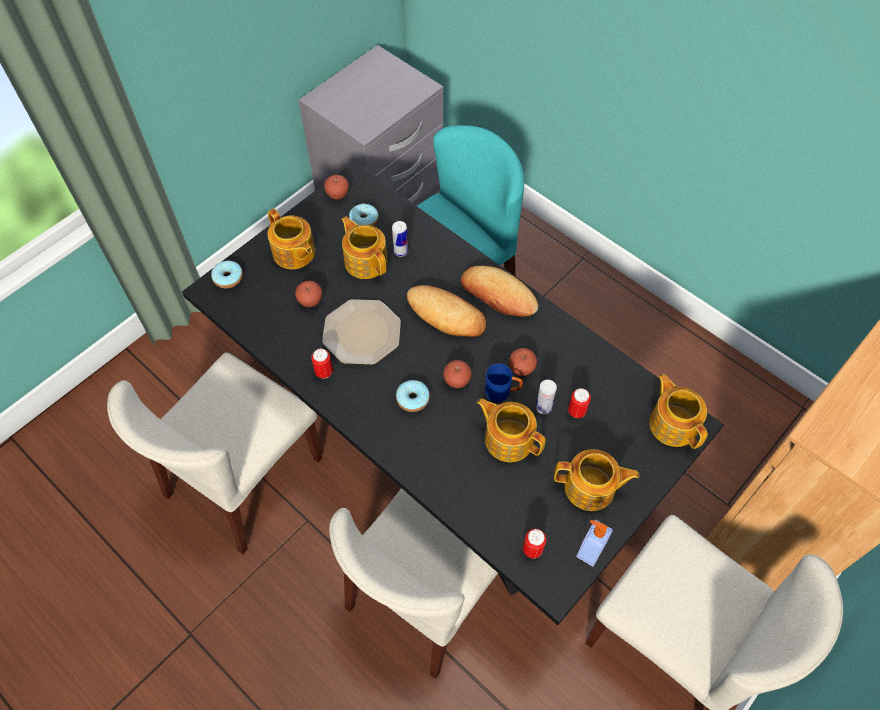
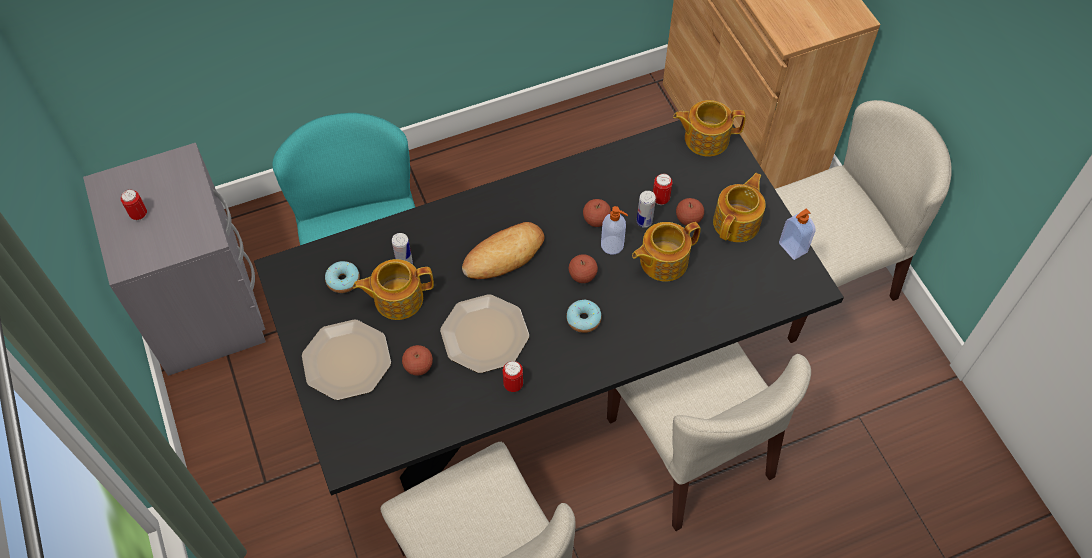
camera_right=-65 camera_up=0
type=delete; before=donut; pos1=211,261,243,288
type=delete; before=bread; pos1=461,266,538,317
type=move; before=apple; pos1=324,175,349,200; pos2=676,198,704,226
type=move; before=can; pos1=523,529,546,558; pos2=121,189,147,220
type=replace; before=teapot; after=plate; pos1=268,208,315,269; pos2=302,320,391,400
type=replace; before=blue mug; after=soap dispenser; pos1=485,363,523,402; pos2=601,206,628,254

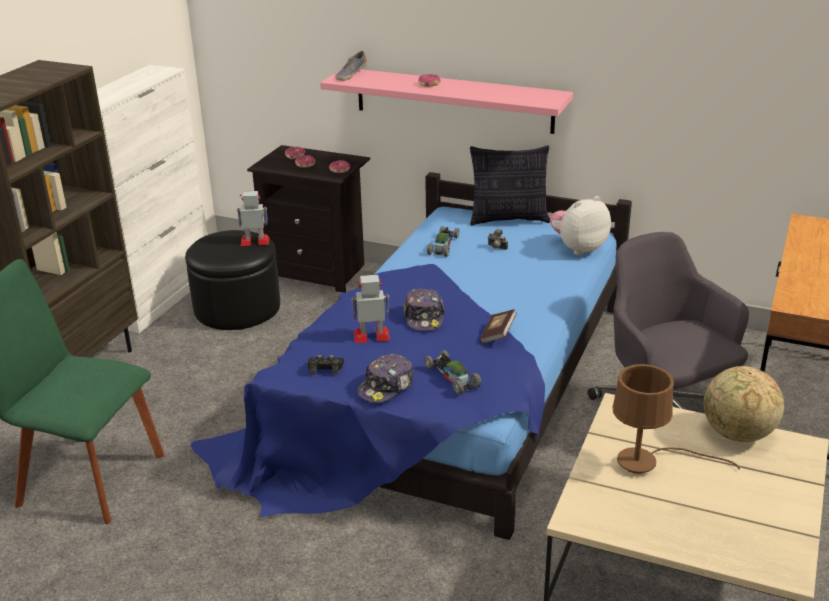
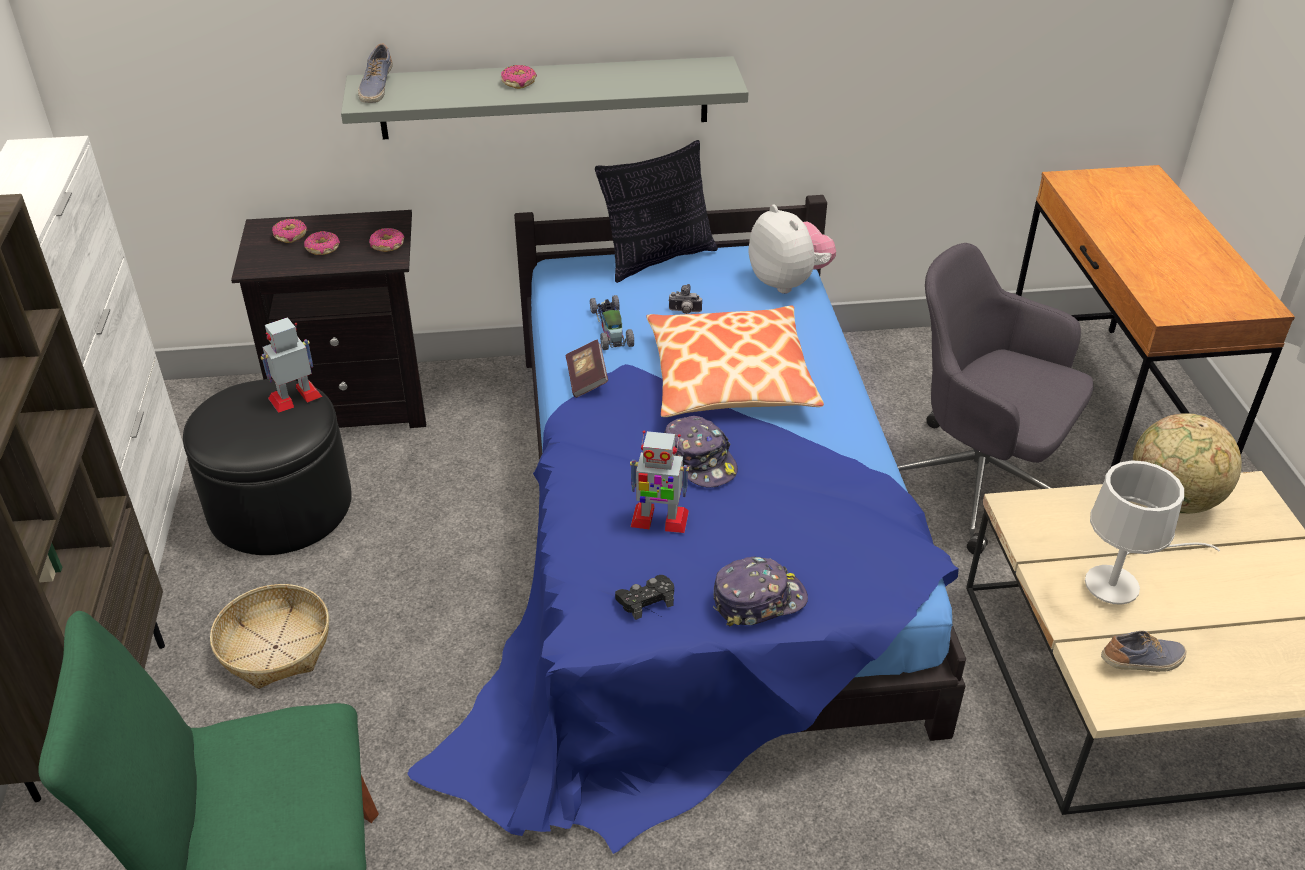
camera_right=-30 camera_up=10
type=delete; before=toy car; pos1=424,350,482,395
type=insert; after=basket; pos2=210,584,329,689
type=insert; after=pillow; pos2=646,305,824,417
type=insert; after=shoe; pos2=1101,631,1186,672
type=move; before=book; pos1=480,309,517,343; pos2=566,339,608,398
type=recolor; before=pink shelf; after=grey shelf; pos1=320,69,573,134; pos2=341,56,749,139
type=recolor; before=brown table lamp; after=white table lamp; pos1=613,364,740,474; pos2=1085,460,1220,605
type=rotate; before=toy robot; pos1=352,275,390,343; pos2=630,431,689,533; turn=-135
type=rotate; before=cap; pos1=357,354,414,403; pos2=713,556,808,626; turn=-120
type=rotate; before=plush toy; pos1=550,196,611,255; pos2=749,204,836,294; turn=120

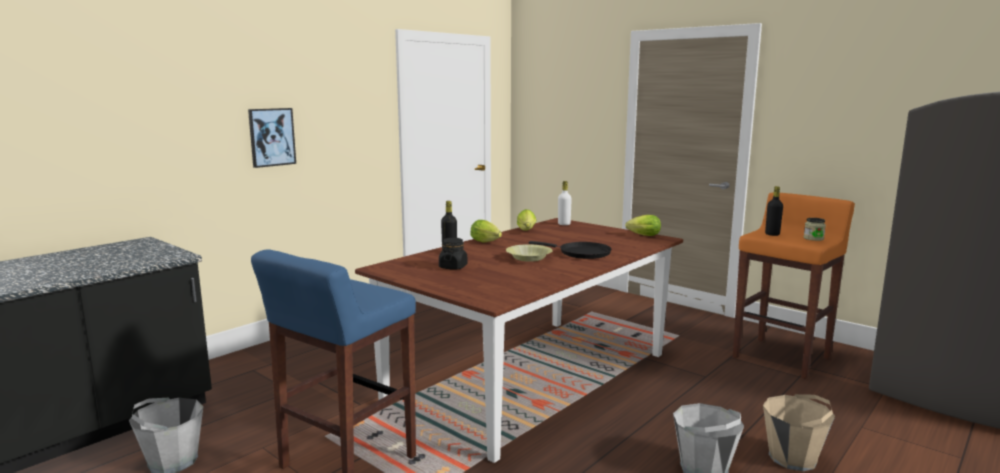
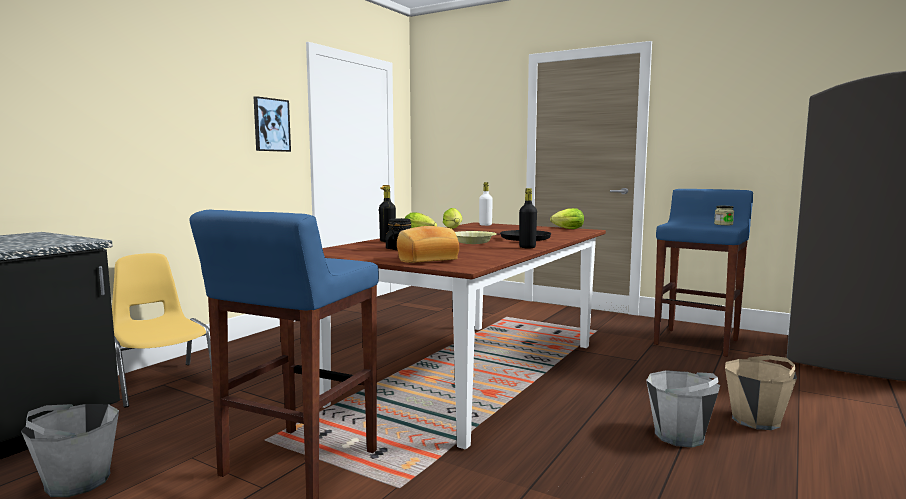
camera_right=-10 camera_up=-5
type=insert; after=yellow chair; pos2=112,253,212,408
type=insert; after=bread; pos2=397,226,459,263
type=move; before=picture; pos1=248,108,296,168; pos2=254,96,291,152
type=move; before=black bottle; pos1=765,186,783,236; pos2=519,188,537,248
type=recolor; before=orange stool; after=blue stool; pos1=733,192,855,379; pos2=654,189,753,357

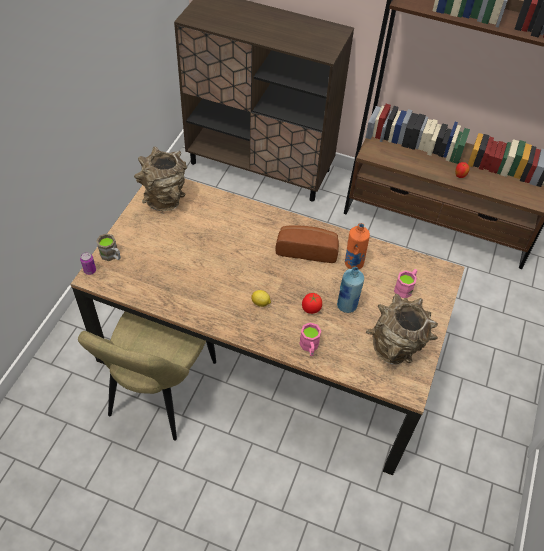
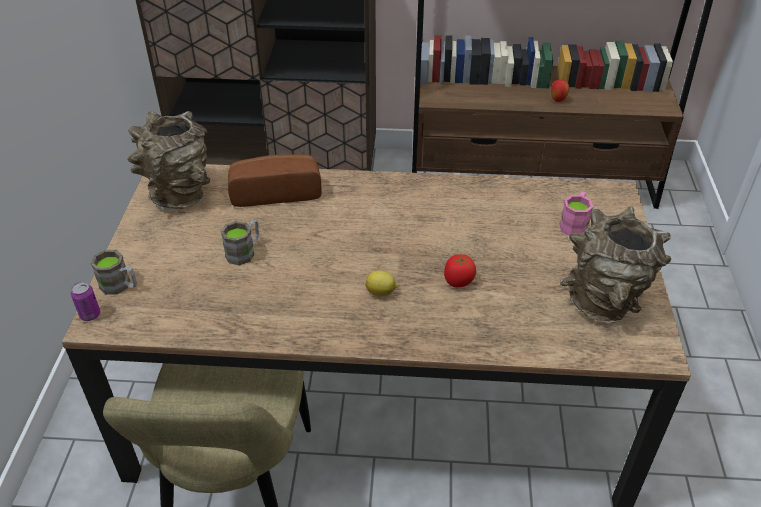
camera_right=-15 camera_up=-10
type=delete; before=pink mug; pos1=299,323,321,356
type=delete; before=blue bottle; pos1=337,267,364,313
type=delete; before=orange bottle; pos1=345,223,370,269
type=insert; after=brown mug; pos2=221,220,259,266
type=move; before=bread; pos1=275,225,339,263; pos2=228,154,321,207

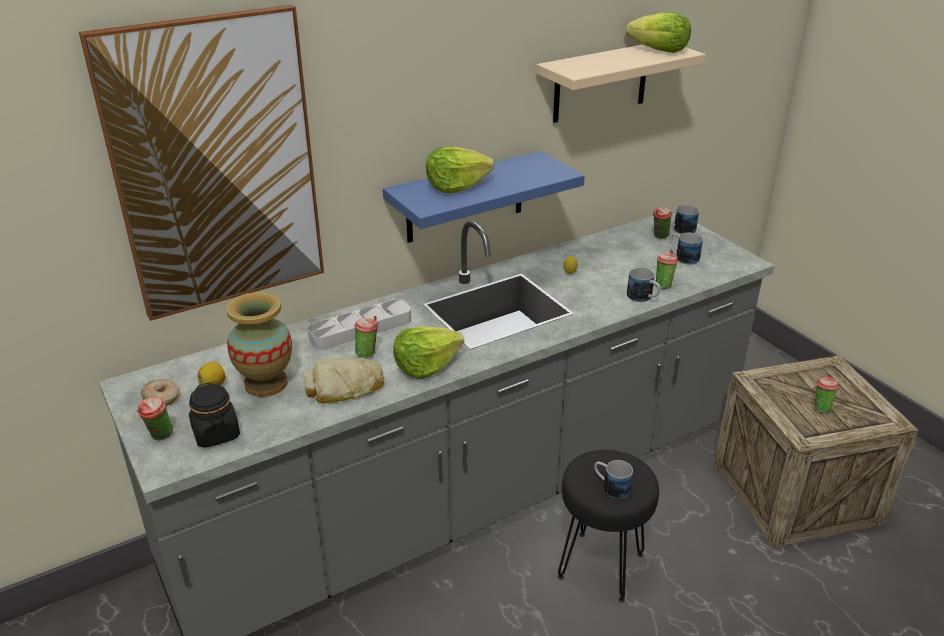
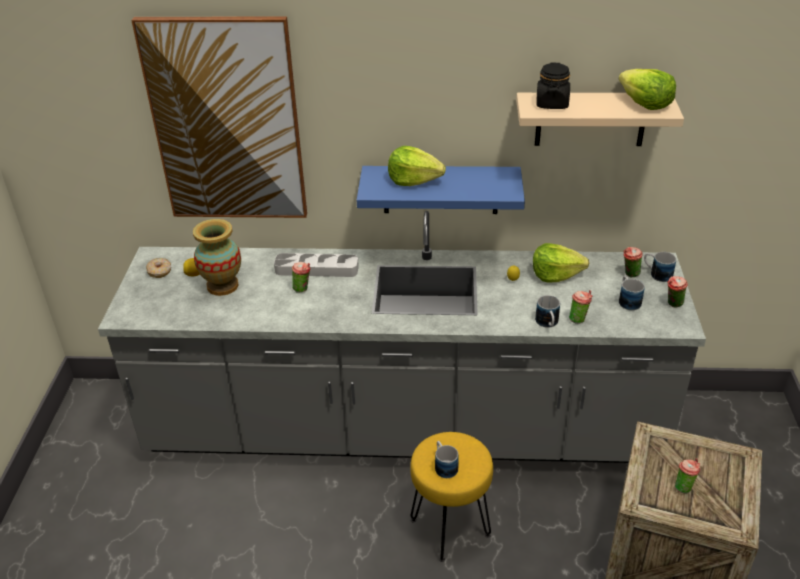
camera_right=35 camera_up=5
type=delete; before=bread; pos1=303,358,384,403
type=move; before=cup; pos1=137,397,173,441; pos2=667,276,688,308
type=move; before=black jar; pos1=189,382,240,448; pos2=536,62,570,109
type=move; before=lettuce; pos1=393,326,464,379; pos2=533,243,589,283
type=recolor; before=black stool; after=yellow stool; pos1=558,450,659,602; pos2=410,432,493,562

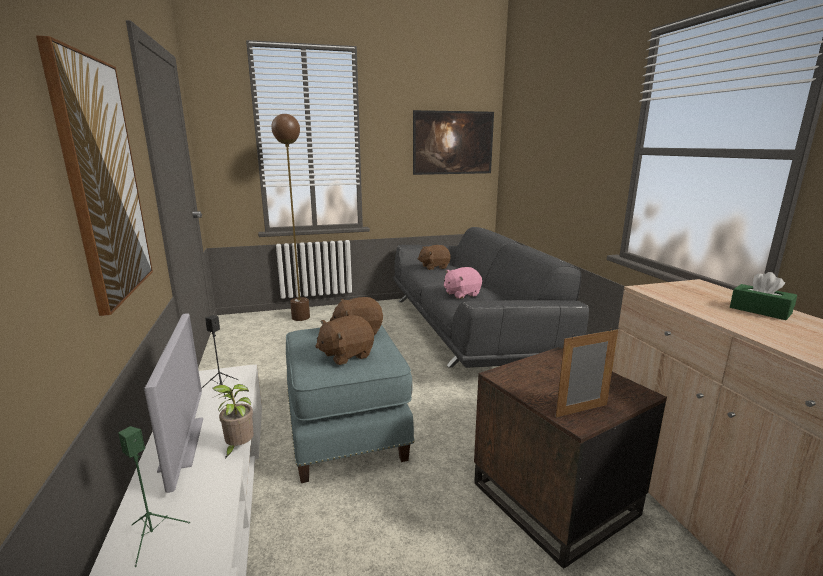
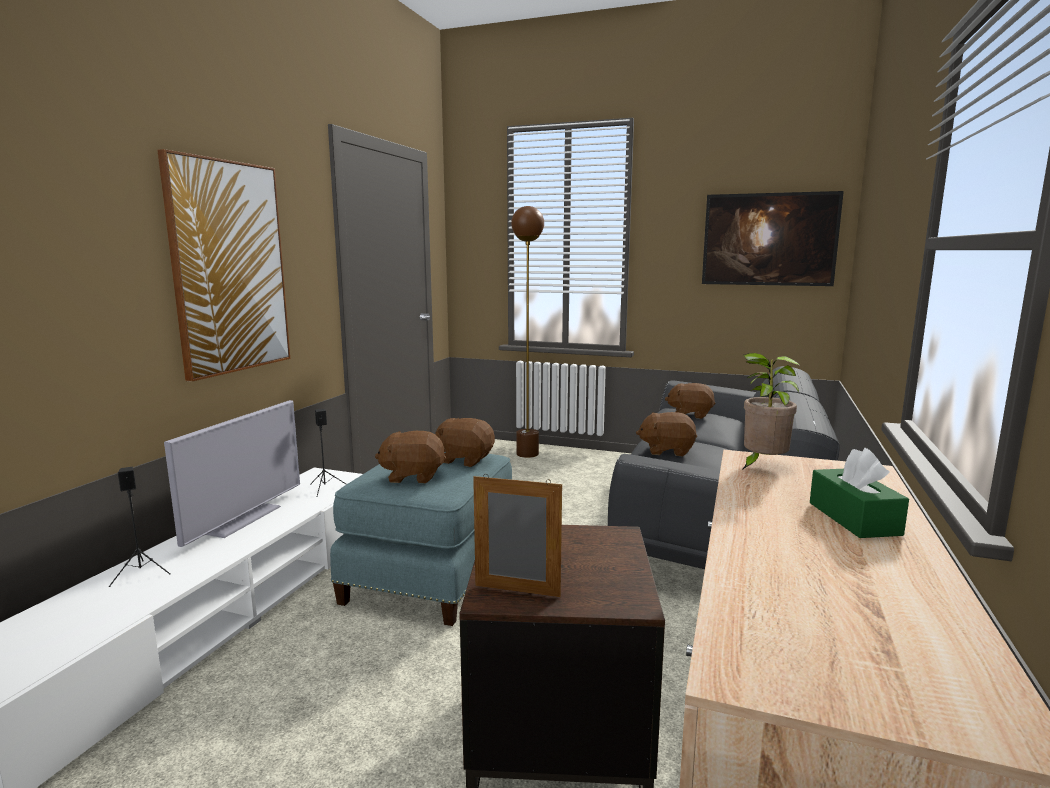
camera_right=35 camera_up=-5
type=move; before=potted plant; pos1=212,384,254,458; pos2=742,353,799,470
type=recolor; before=green speaker; after=black speaker; pos1=118,426,190,567; pos2=109,467,171,587
type=recolor; before=pink plush toy; after=brown plush toy; pos1=444,267,482,299; pos2=636,412,697,456

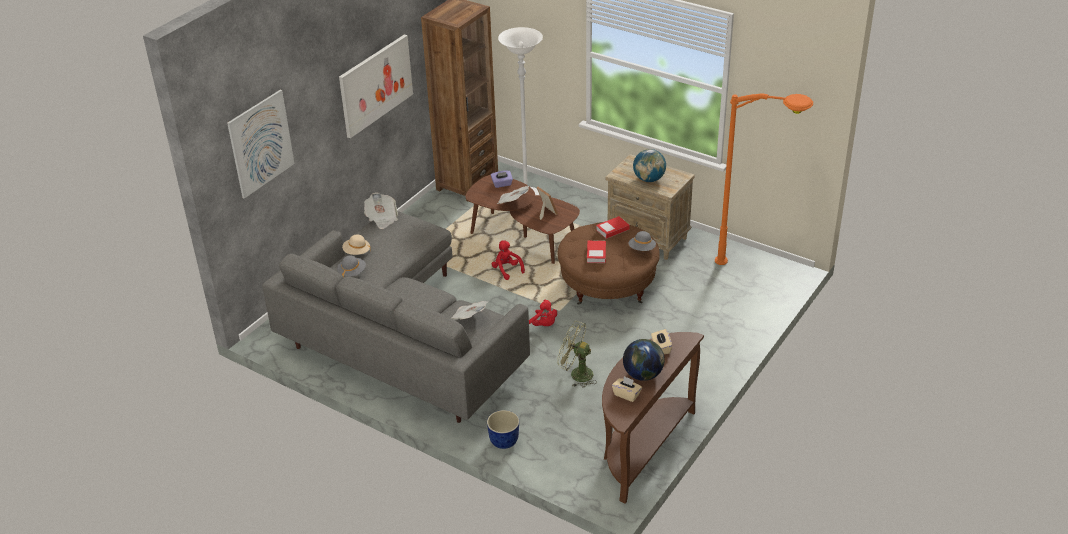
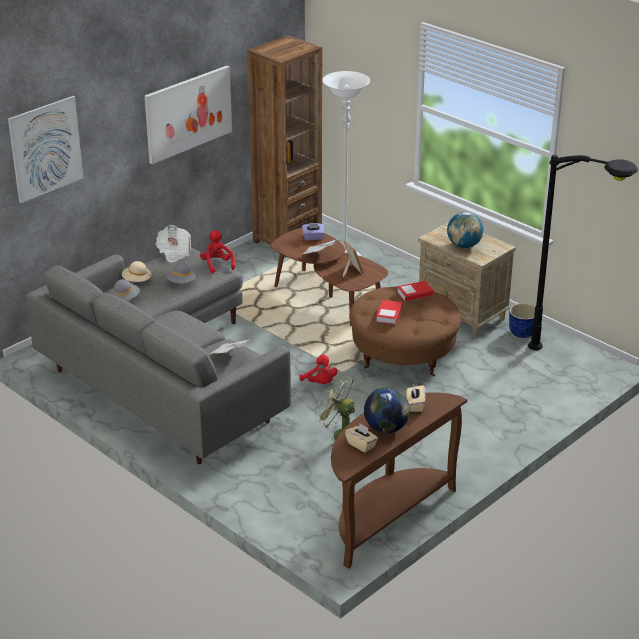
camera_right=10 camera_up=-5
type=move; before=planter; pos1=487,410,519,449; pos2=509,303,535,338
type=move; before=red plush toy; pos1=492,240,525,280; pos2=200,230,235,273
type=move; before=grey hat; pos1=628,231,656,251; pos2=166,263,196,283
type=recolor; before=orange floor lamp; after=black floor lamp; pos1=715,94,813,265; pos2=528,155,638,350

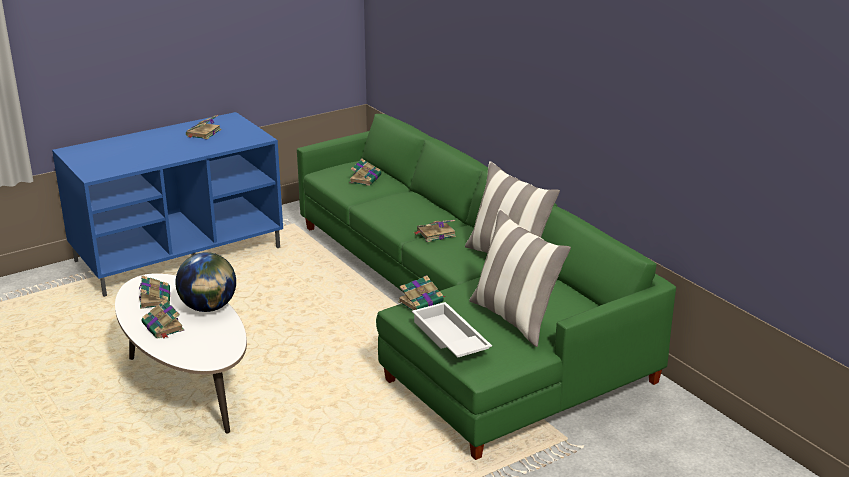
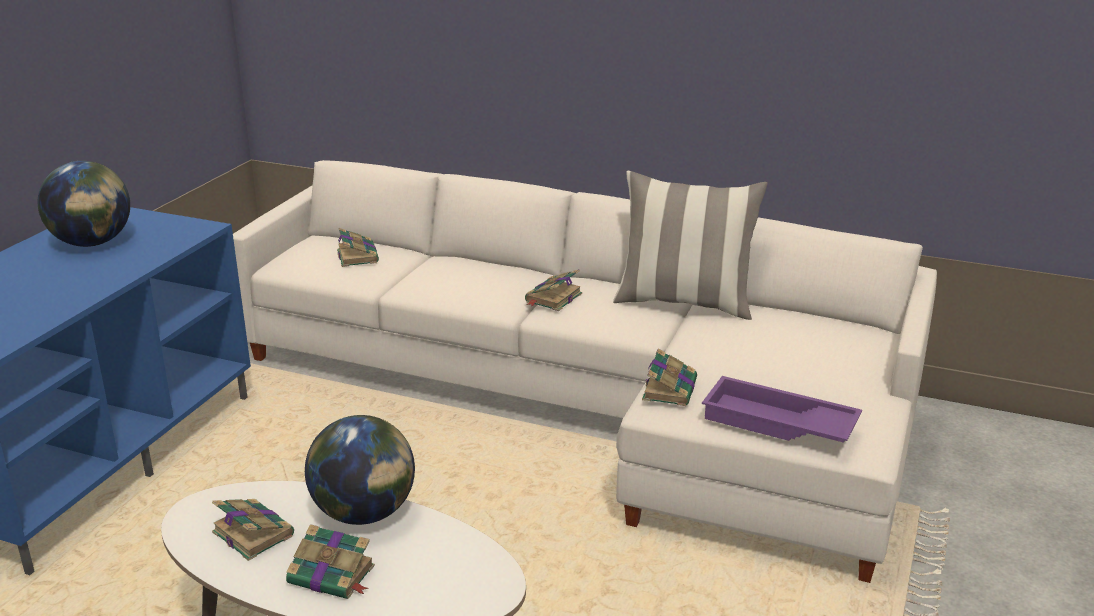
camera_right=-35 camera_up=0
type=delete; before=pillow; pos1=469,209,571,347
type=replace; before=book; after=globe; pos1=186,115,221,139; pos2=38,161,130,247
type=recolor; before=green sofa; after=white sofa; pos1=297,114,676,460; pos2=233,160,937,583
type=recolor; before=white tray; after=purple tray; pos1=412,302,492,358; pos2=702,376,862,443

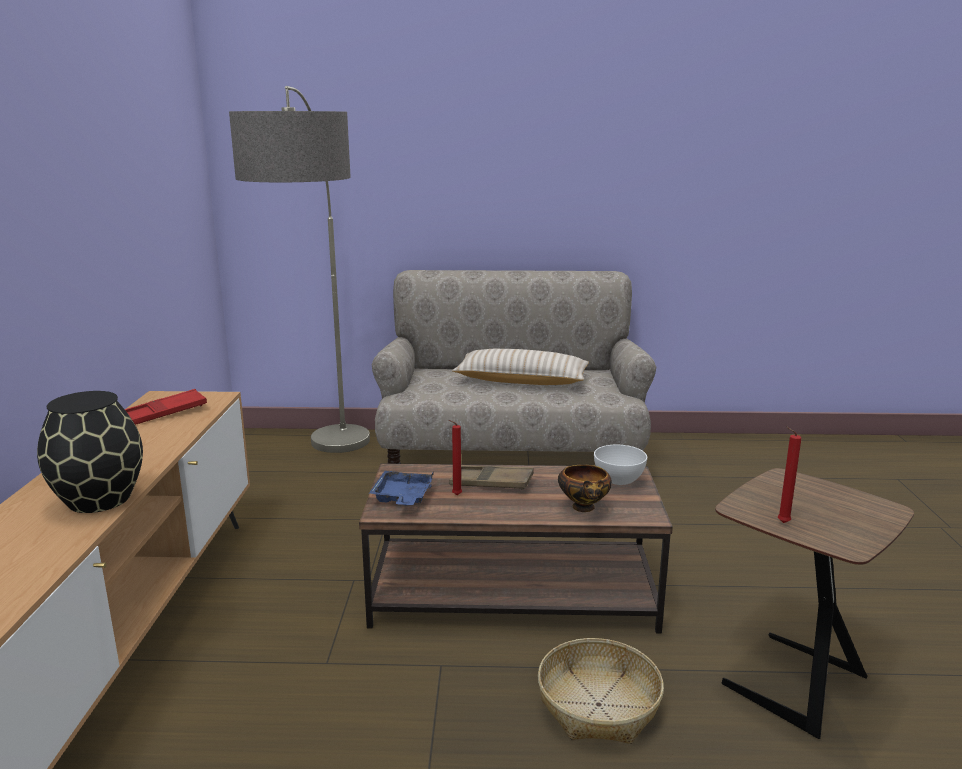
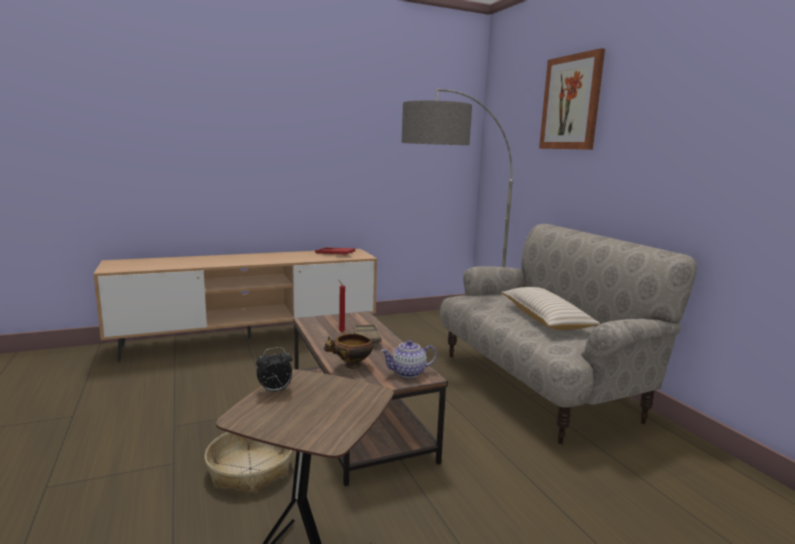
camera_right=65 camera_up=-5
type=delete; before=black vase; pos1=37,391,143,513
type=delete; before=blue tray; pos1=369,471,434,505
type=insert; after=picture; pos2=539,48,605,150
type=replace; before=white bowl; after=teapot; pos1=594,445,647,485; pos2=381,340,437,378
type=replace; before=red candle; after=alarm clock; pos1=778,427,801,523; pos2=256,347,293,394

